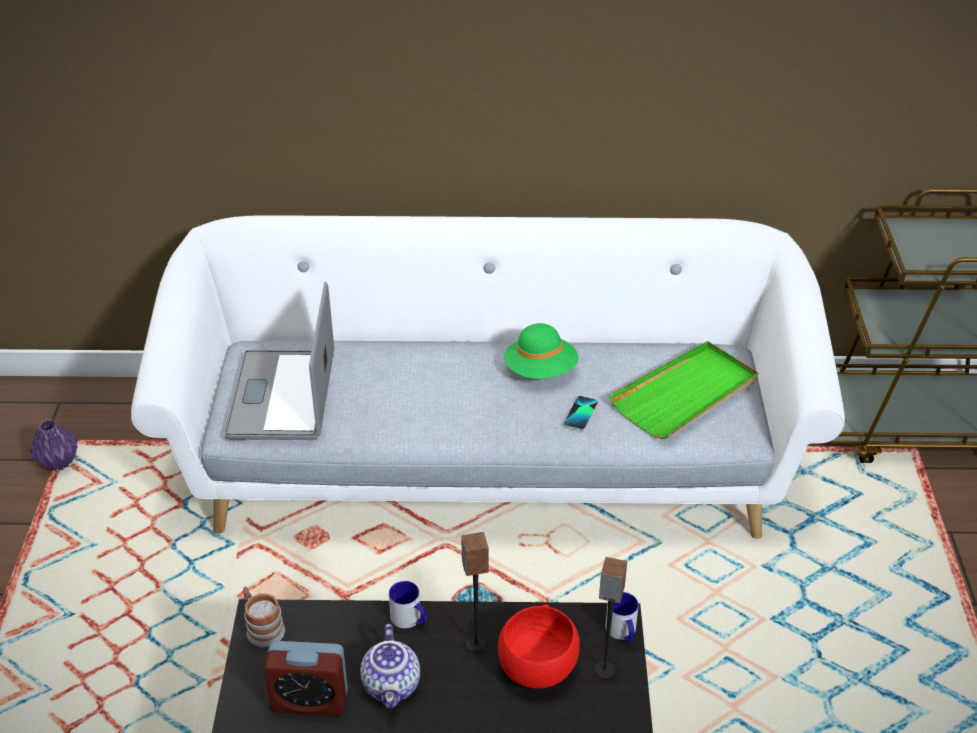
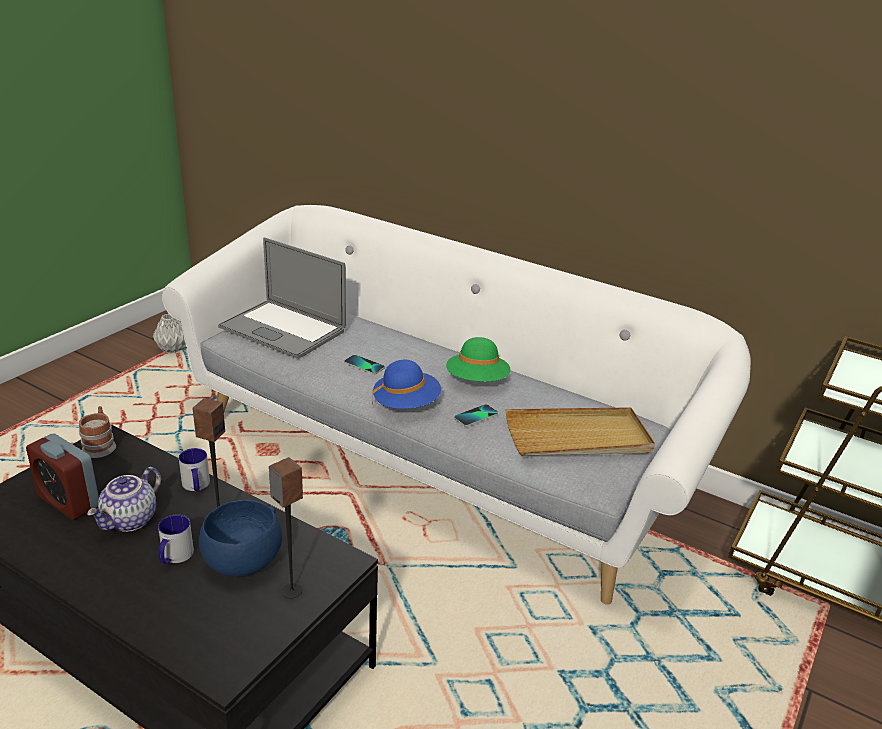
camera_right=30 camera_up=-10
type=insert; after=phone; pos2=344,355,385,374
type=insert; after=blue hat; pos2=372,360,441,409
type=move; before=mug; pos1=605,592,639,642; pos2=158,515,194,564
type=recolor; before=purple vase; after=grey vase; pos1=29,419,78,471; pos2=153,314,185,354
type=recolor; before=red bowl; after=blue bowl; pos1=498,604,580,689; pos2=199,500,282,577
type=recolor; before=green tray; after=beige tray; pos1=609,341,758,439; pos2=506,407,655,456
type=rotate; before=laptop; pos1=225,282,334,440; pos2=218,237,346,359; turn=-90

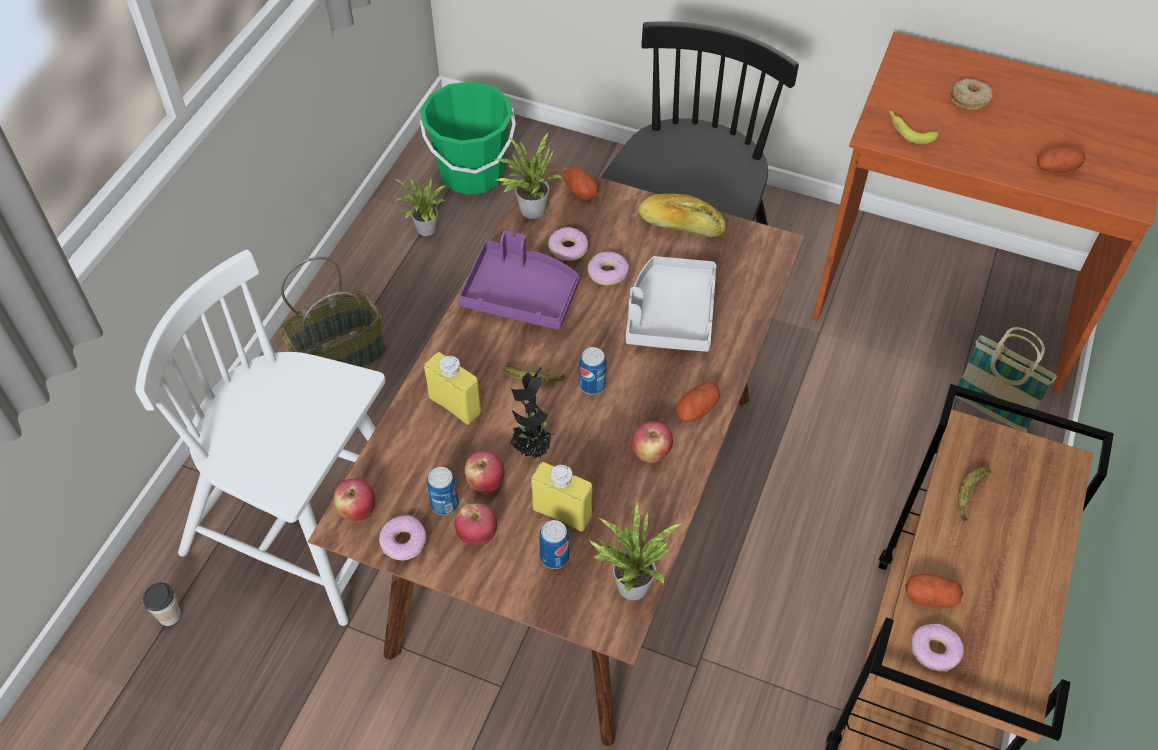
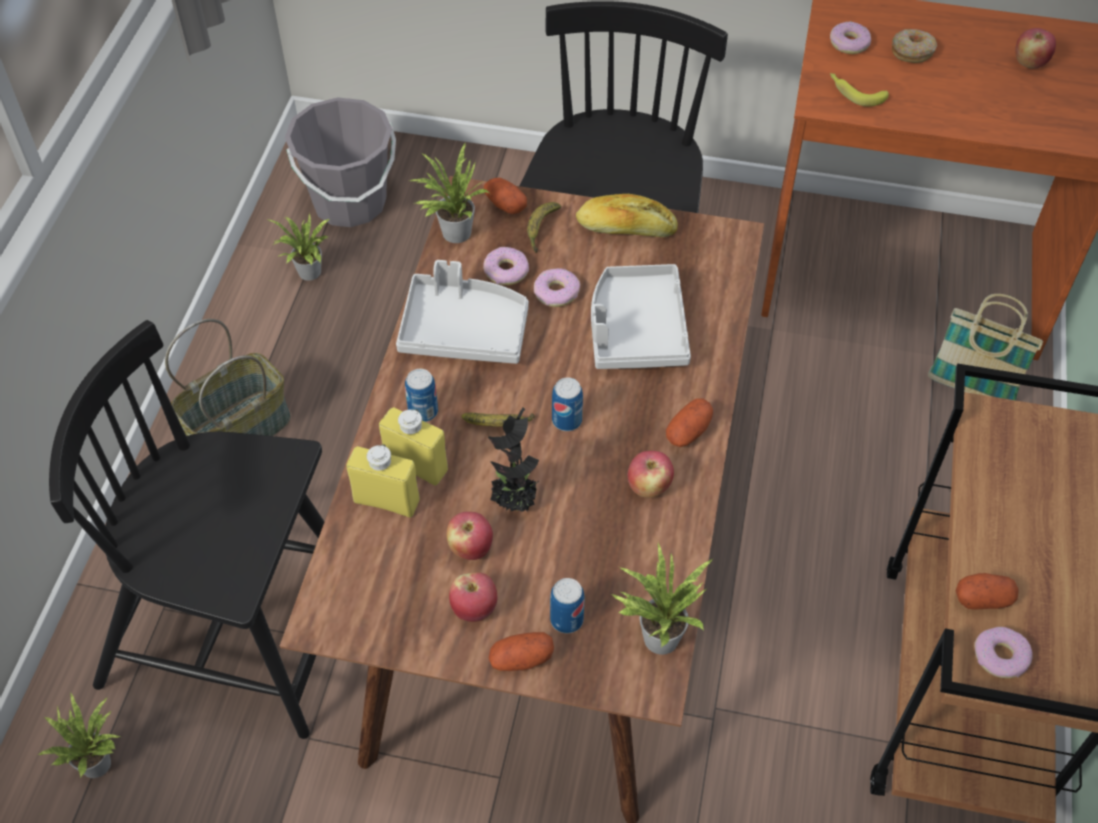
camera_right=-10 camera_up=0
type=move; before=apple; pos1=334,478,375,521; pos2=1015,28,1056,69
type=move; before=donut; pos1=379,515,426,560; pos2=830,22,871,54
type=move; before=can; pos1=427,467,459,515; pos2=405,369,438,422
type=move; before=yellow bottle; pos1=531,462,593,532; pos2=346,444,420,518
type=move; before=banana; pos1=958,467,991,522; pos2=527,202,561,253
type=move; before=potato; pos1=1037,147,1085,173; pos2=489,632,554,671
type=replace; before=cup; after=potted plant; pos1=143,582,181,626; pos2=38,693,120,778
type=recolor; before=white chair; after=black chair; pos1=135,249,386,626; pos2=49,320,325,739
type=recolor; before=green bucket; after=grey bucket; pos1=420,81,516,195; pos2=285,97,396,227
type=recolor; before=purple tray; after=grey tray; pos1=458,231,579,330; pos2=396,260,529,364

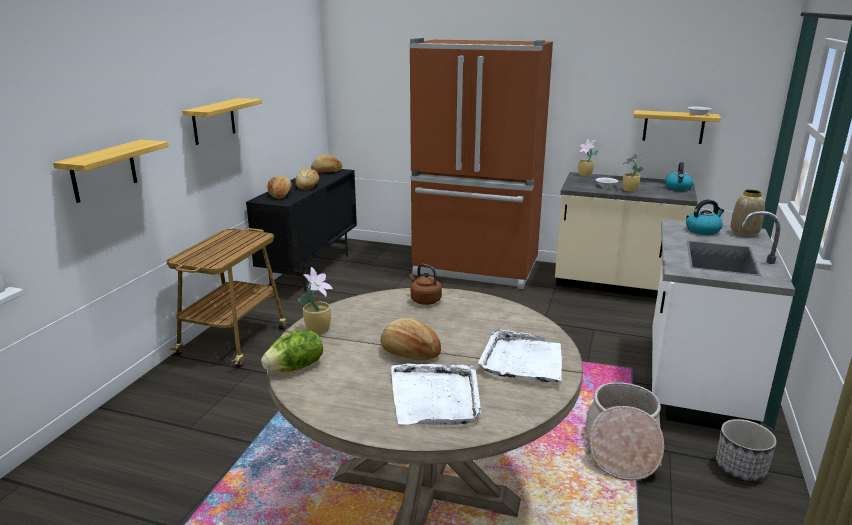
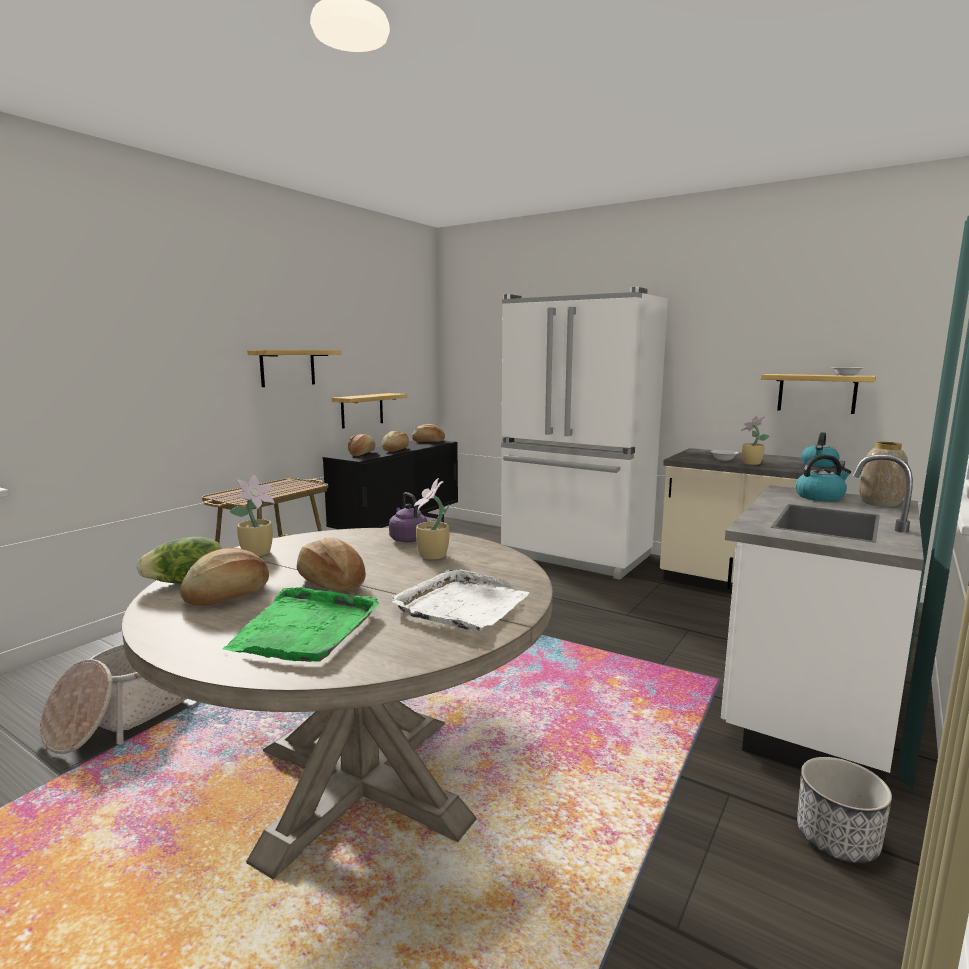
camera_right=15 camera_up=-10
type=insert; after=bread; pos2=180,548,269,606
type=move; before=shelf; pos1=53,139,169,203; pos2=332,393,407,429
type=move; before=potted plant; pos1=578,139,598,177; pos2=414,478,449,560
type=move; before=basket; pos1=585,382,664,481; pos2=40,643,197,754
type=recolor; before=white tray; after=green tray; pos1=391,363,481,425; pos2=223,587,380,662
type=recolor; before=brown fridge; after=white fridge; pos1=409,38,553,289; pos2=501,287,668,580
type=recolor; before=brown kettle; after=purple kettle; pos1=409,264,442,305; pos2=389,492,428,543

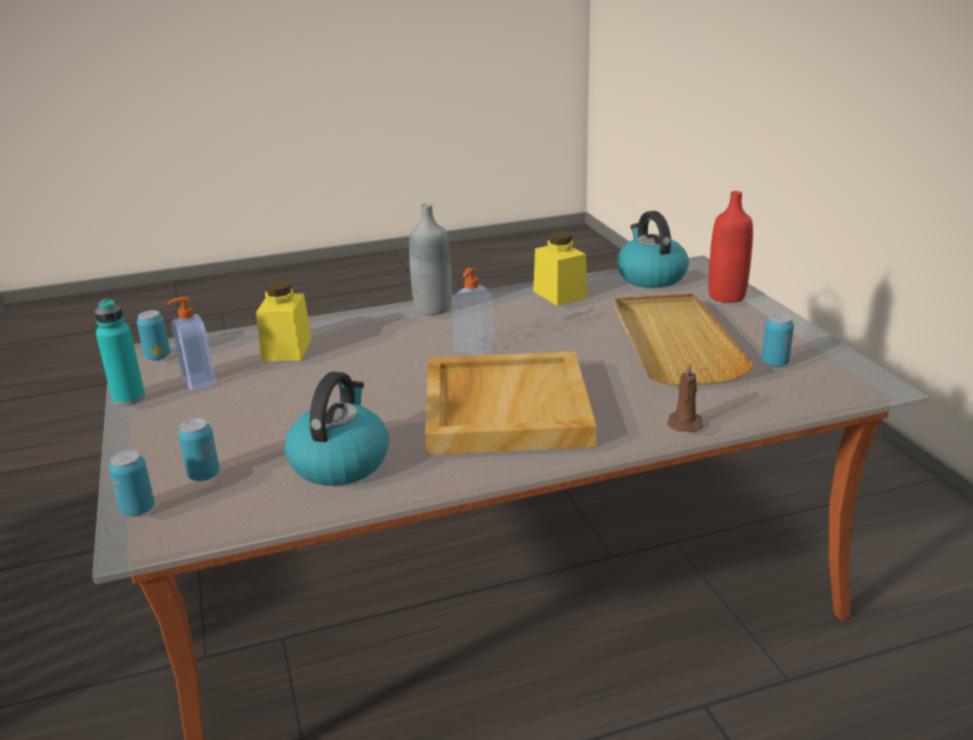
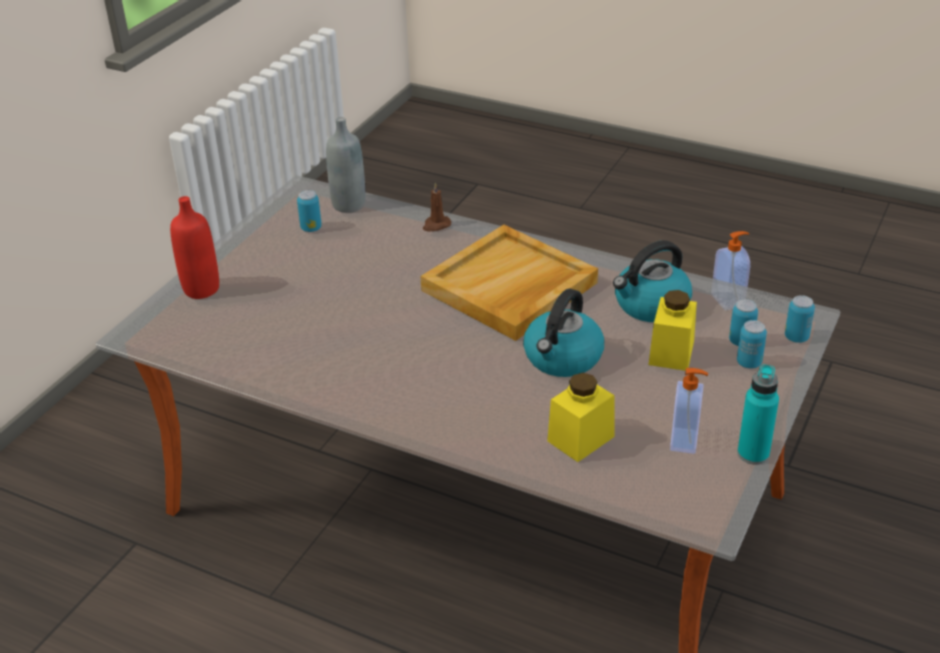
camera_right=-135 camera_up=10
type=delete; before=beige tray; pos1=615,294,754,385
type=move; before=can; pos1=137,310,170,360; pos2=737,320,767,368
type=move; before=grey bottle; pos1=409,203,452,315; pos2=326,117,365,213
type=move; before=soap dispenser; pos1=452,268,494,356; pos2=711,231,750,311
type=move; before=yellow jar; pos1=533,231,587,306; pos2=648,290,697,371
type=move; before=kettle; pos1=617,211,689,288; pos2=523,288,604,377

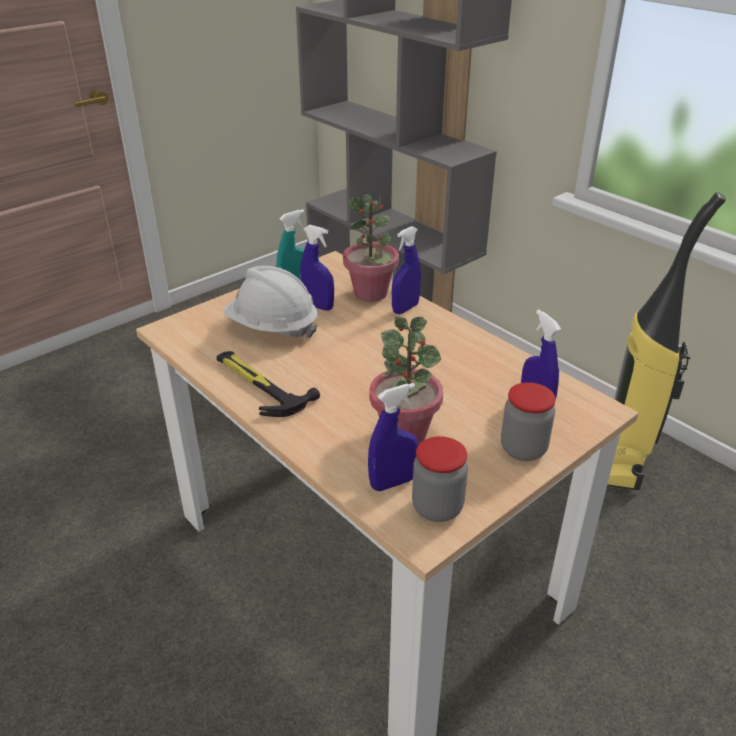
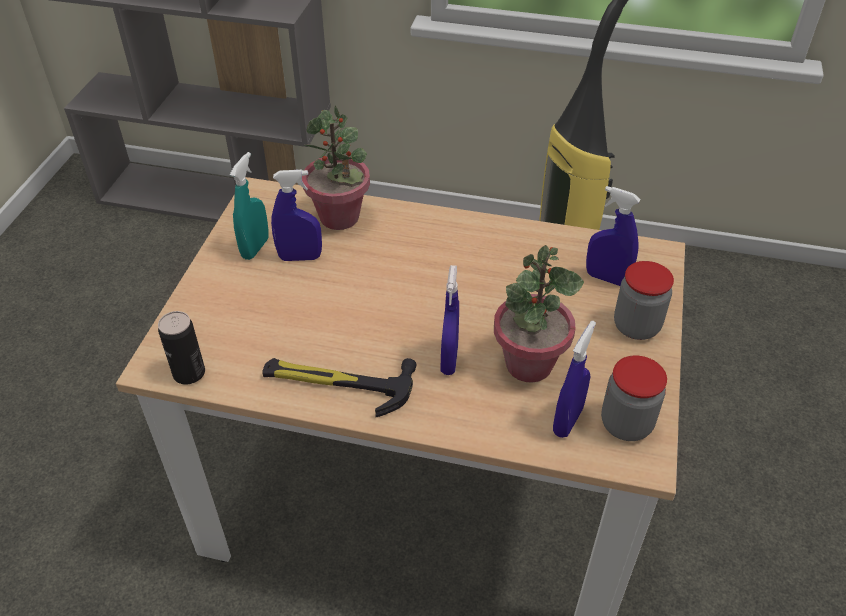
camera_right=-35 camera_up=10
type=delete; before=white hard hat; pos1=224,266,317,338
type=insert; after=can; pos2=158,311,205,384
type=move; before=blue spray bottle; pos1=392,226,421,314; pos2=440,265,459,375

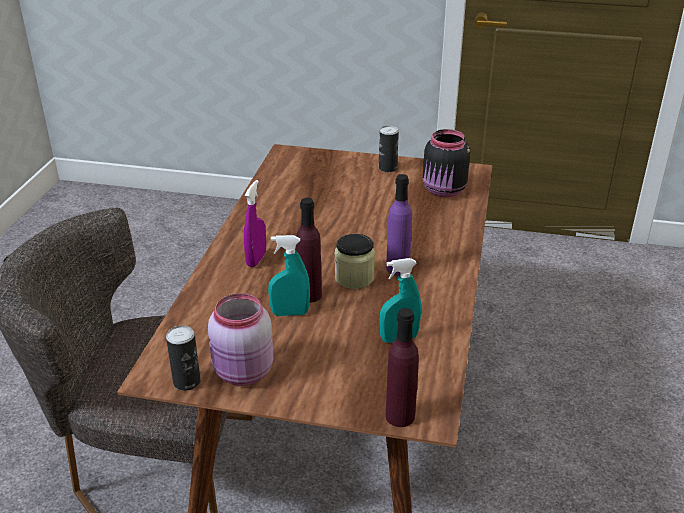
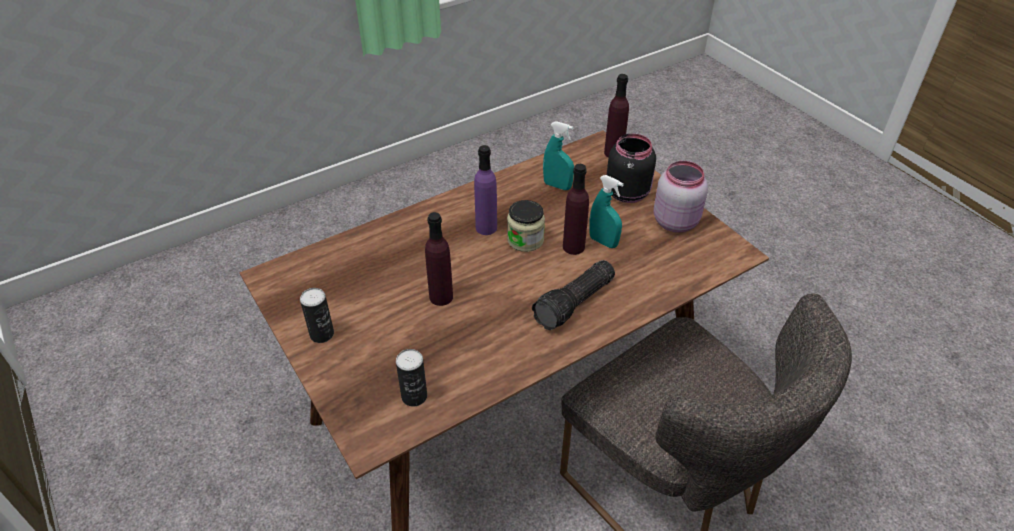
camera_right=-135 camera_up=10
type=insert; after=purple bottle; pos2=425,212,453,306
type=move; before=can; pos1=166,325,201,391; pos2=396,349,427,407
type=move; before=black jar; pos1=423,129,470,197; pos2=607,134,656,203
type=replace; before=purple spray bottle; after=flashlight; pos1=244,180,266,267; pos2=532,260,615,330

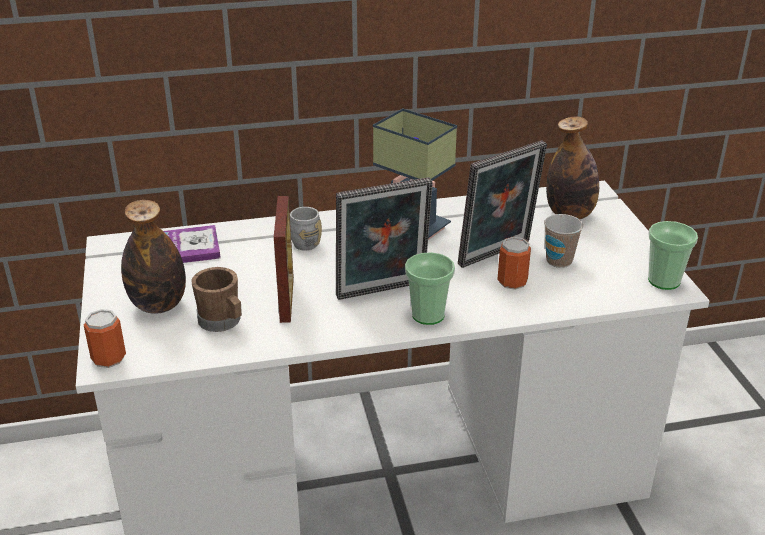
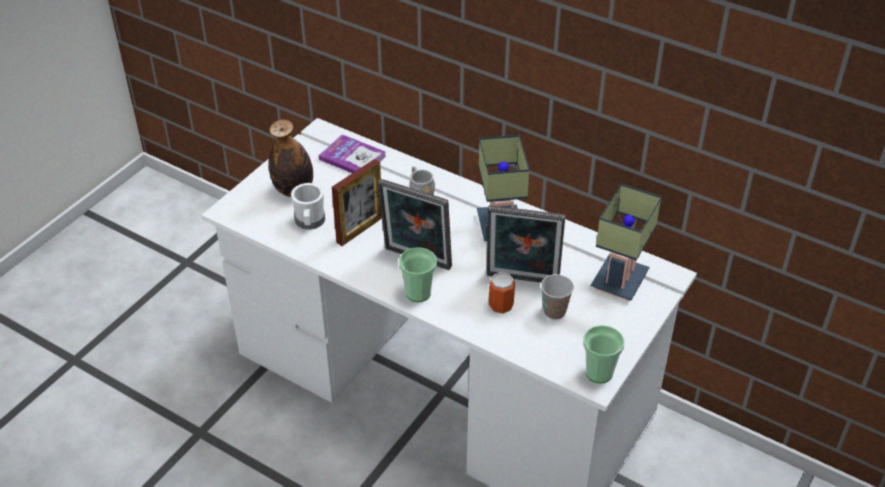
camera_right=45 camera_up=10
type=delete; before=can; pos1=84,309,126,368
type=replace; before=bottle; after=table lamp; pos1=546,116,599,219; pos2=591,183,662,301
type=recolor; before=brown mug; after=white mug; pos1=191,267,242,332; pos2=291,183,325,230

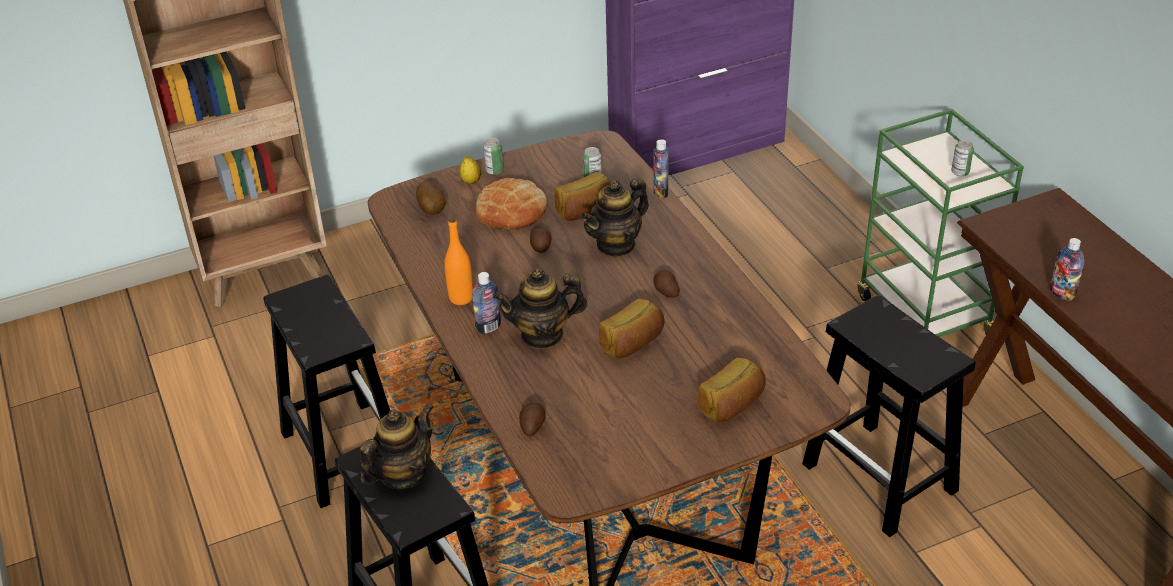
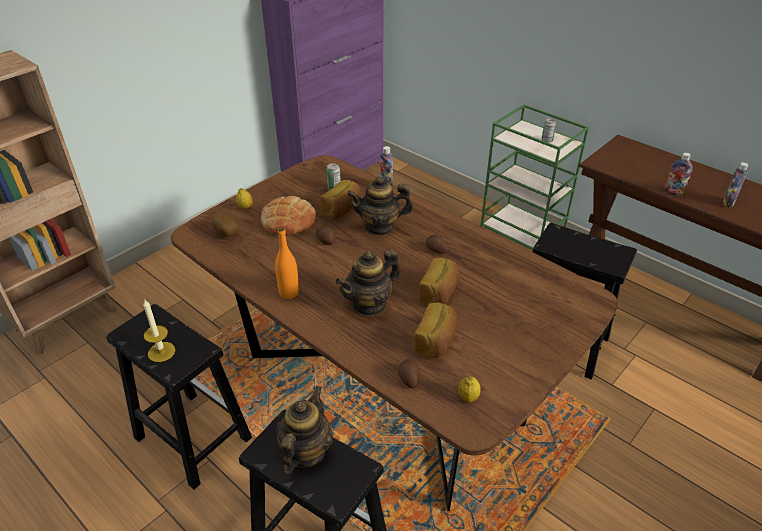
camera_right=-25 camera_up=0
type=delete; before=can; pos1=483,138,504,175
type=insert; after=candle; pos2=143,300,175,362
type=insert; after=lemon; pos2=458,376,481,402
type=move; before=bottle; pos1=472,272,501,334; pos2=723,162,748,208
type=move; before=bread; pos1=698,358,766,422; pos2=414,303,458,358
type=rotate; before=teapot; pos1=581,178,649,257; pos2=347,176,413,236; turn=60

